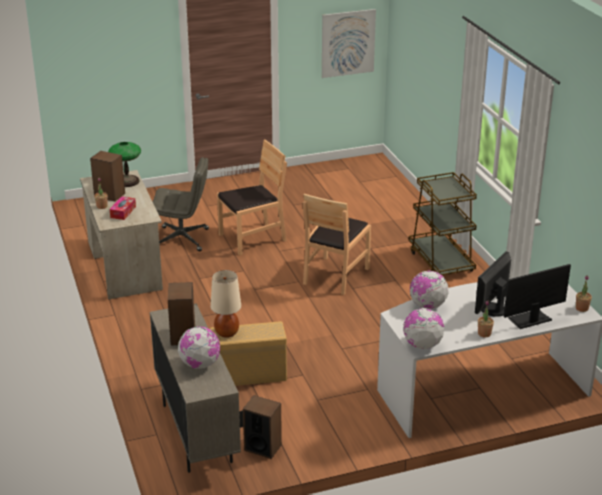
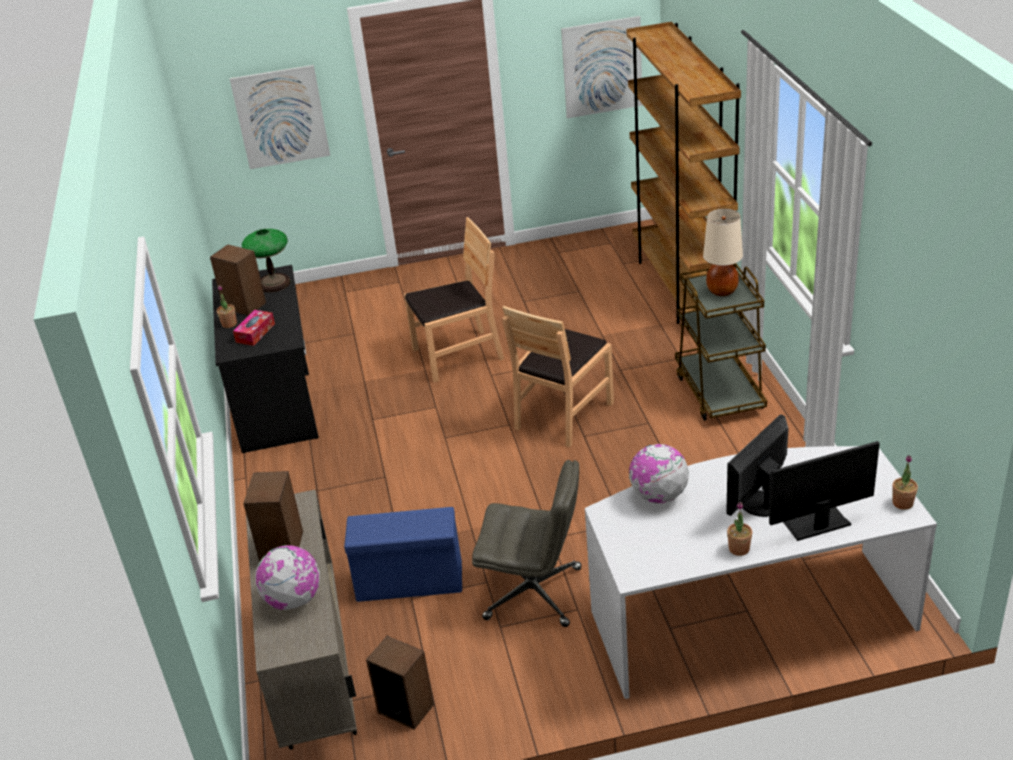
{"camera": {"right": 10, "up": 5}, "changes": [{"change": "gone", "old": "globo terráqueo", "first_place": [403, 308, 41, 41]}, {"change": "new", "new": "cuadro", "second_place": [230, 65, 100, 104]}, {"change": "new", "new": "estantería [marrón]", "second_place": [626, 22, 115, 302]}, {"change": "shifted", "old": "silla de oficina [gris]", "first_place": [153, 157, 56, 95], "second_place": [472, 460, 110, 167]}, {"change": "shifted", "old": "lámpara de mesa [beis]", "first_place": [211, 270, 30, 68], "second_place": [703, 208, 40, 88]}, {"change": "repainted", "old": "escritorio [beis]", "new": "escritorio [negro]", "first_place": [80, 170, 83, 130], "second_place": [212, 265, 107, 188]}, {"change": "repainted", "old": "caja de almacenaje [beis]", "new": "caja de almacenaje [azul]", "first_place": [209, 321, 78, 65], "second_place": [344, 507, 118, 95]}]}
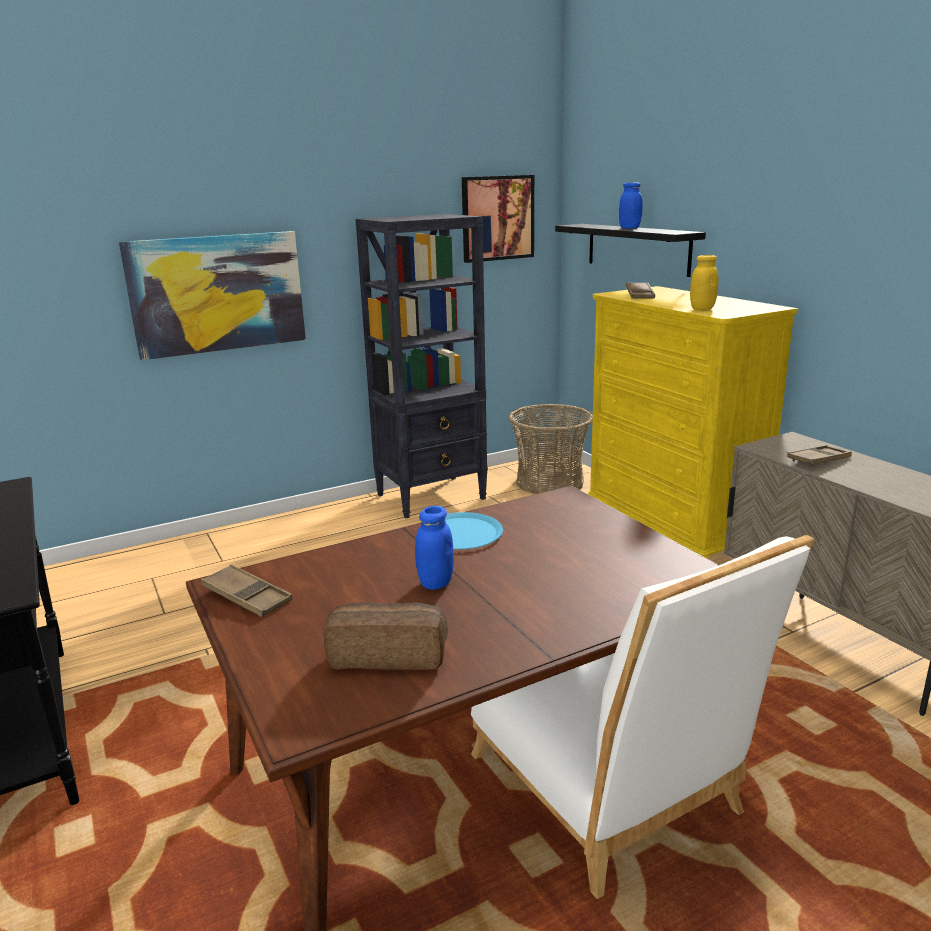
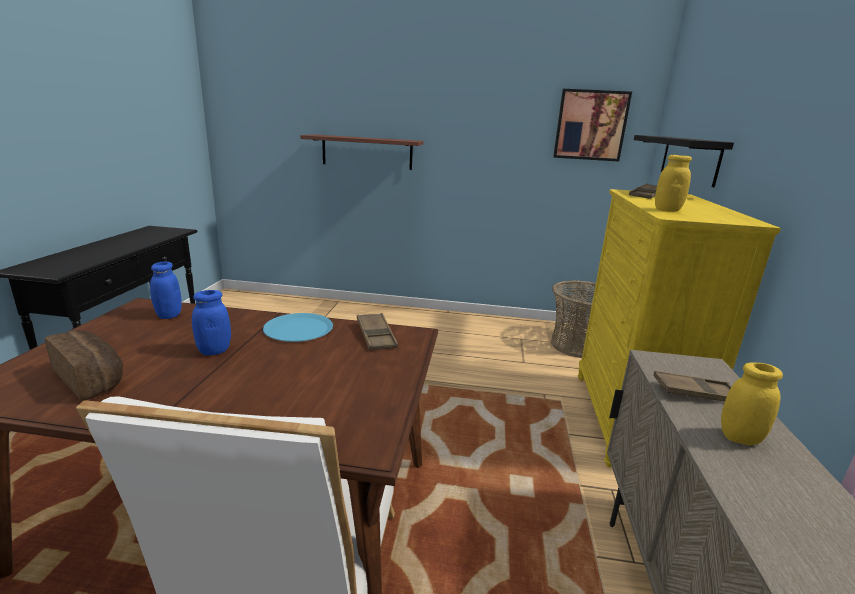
{"camera": {"right": 35, "up": 0}, "changes": [{"change": "gone", "old": "estantería [negro]", "first_place": [355, 214, 133, 305]}, {"change": "new", "new": "tarro [amarillo]", "second_place": [721, 362, 62, 84]}, {"change": "shifted", "old": "bandeja [marrón]", "first_place": [201, 564, 91, 53], "second_place": [357, 313, 41, 37]}, {"change": "shifted", "old": "tarro [azul]", "first_place": [619, 182, 24, 46], "second_place": [150, 262, 31, 57]}, {"change": "swapped", "old": "cuadro", "new": "estante", "first_place": [119, 231, 187, 129], "second_place": [300, 134, 124, 36]}]}
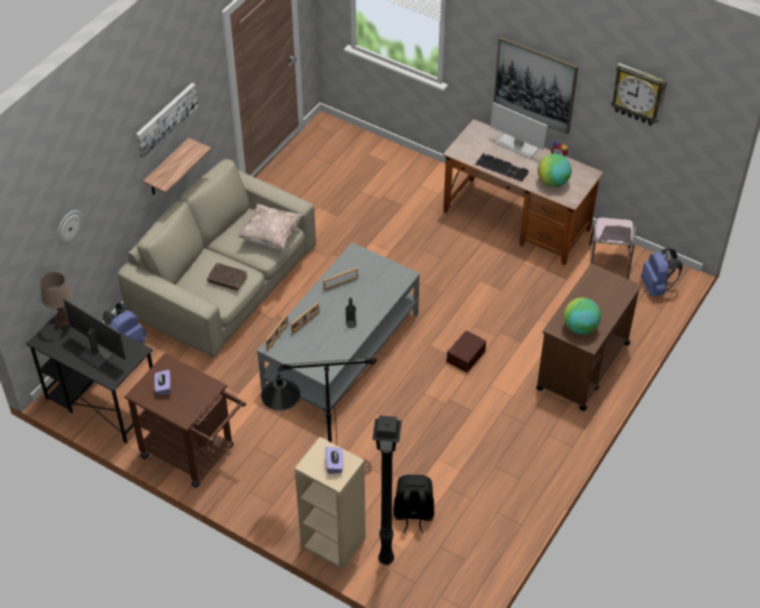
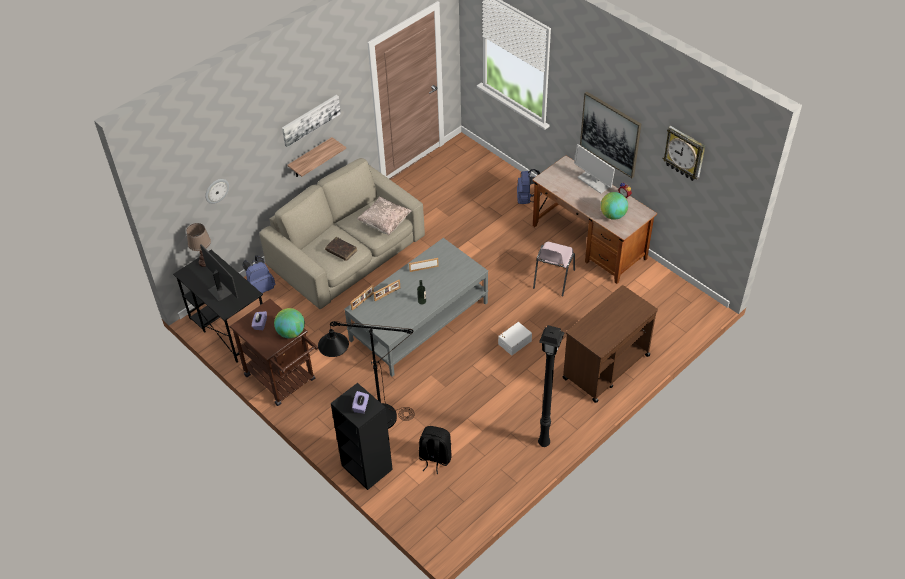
{"camera": {"right": 15, "up": 0}, "changes": [{"change": "gone", "old": "teclado", "first_place": [476, 153, 53, 29]}, {"change": "shifted", "old": "lámpara de pie [negro]", "first_place": [372, 416, 30, 149], "second_place": [538, 325, 27, 122]}, {"change": "shifted", "old": "globo terráqueo", "first_place": [564, 297, 37, 38], "second_place": [274, 308, 31, 30]}, {"change": "shifted", "old": "silla [rosa]", "first_place": [589, 218, 47, 61], "second_place": [533, 242, 42, 55]}, {"change": "shifted", "old": "mochila [azul]", "first_place": [641, 248, 42, 48], "second_place": [517, 169, 25, 35]}, {"change": "repainted", "old": "estantería [beis]", "new": "estantería [negro]", "first_place": [295, 437, 71, 133], "second_place": [331, 383, 62, 107]}, {"change": "repainted", "old": "caja de almacenaje [marrón]", "new": "caja de almacenaje [blanco]", "first_place": [447, 330, 39, 43], "second_place": [498, 322, 34, 34]}]}
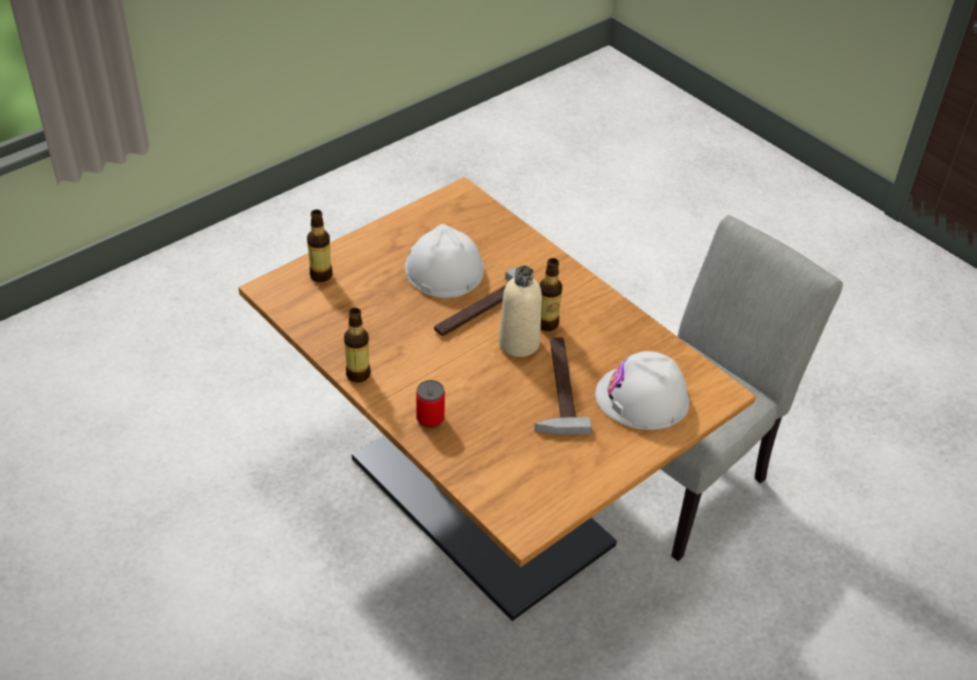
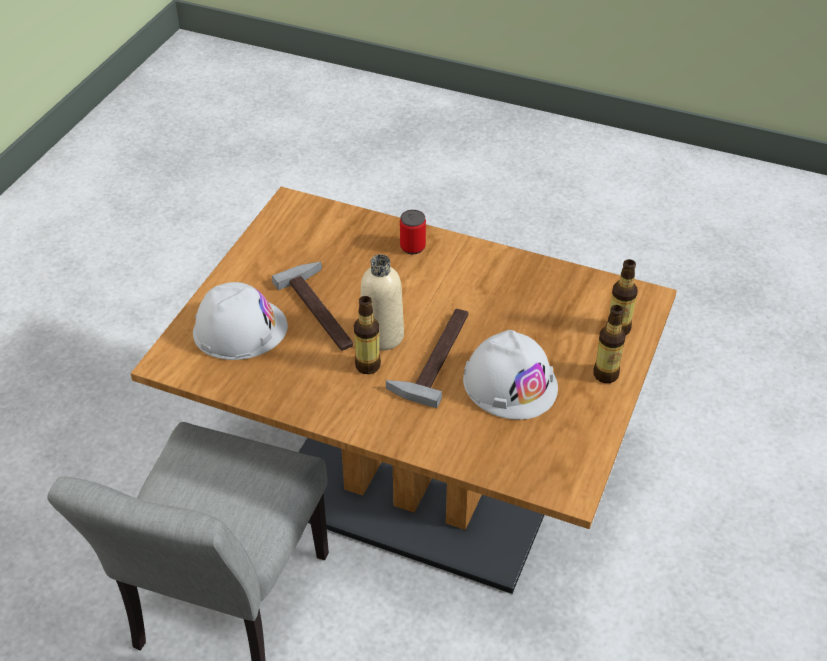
{"camera": {"right": 155, "up": 0}, "changes": [{"change": "shifted", "old": "botella", "first_place": [344, 308, 27, 75], "second_place": [593, 305, 33, 78]}]}
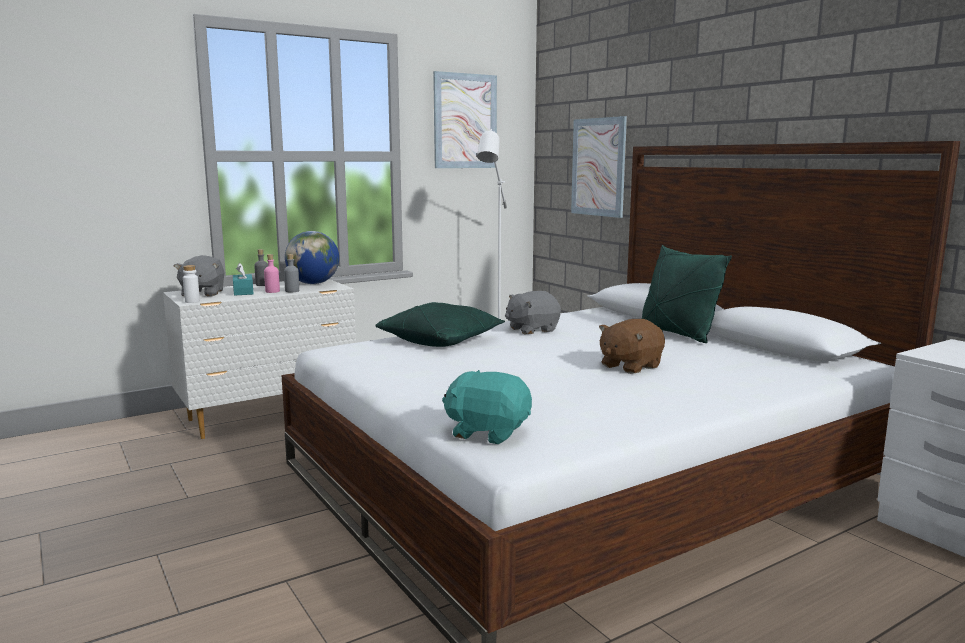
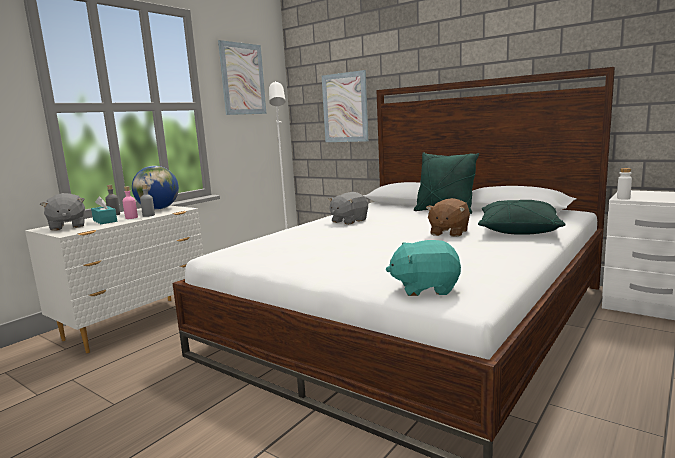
{"camera": {"right": -20, "up": 0}, "changes": [{"change": "shifted", "old": "botella [blanco]", "first_place": [183, 265, 17, 38], "second_place": [617, 168, 15, 32]}, {"change": "shifted", "old": "cojín [verde]", "first_place": [375, 302, 130, 45], "second_place": [478, 200, 88, 35]}]}
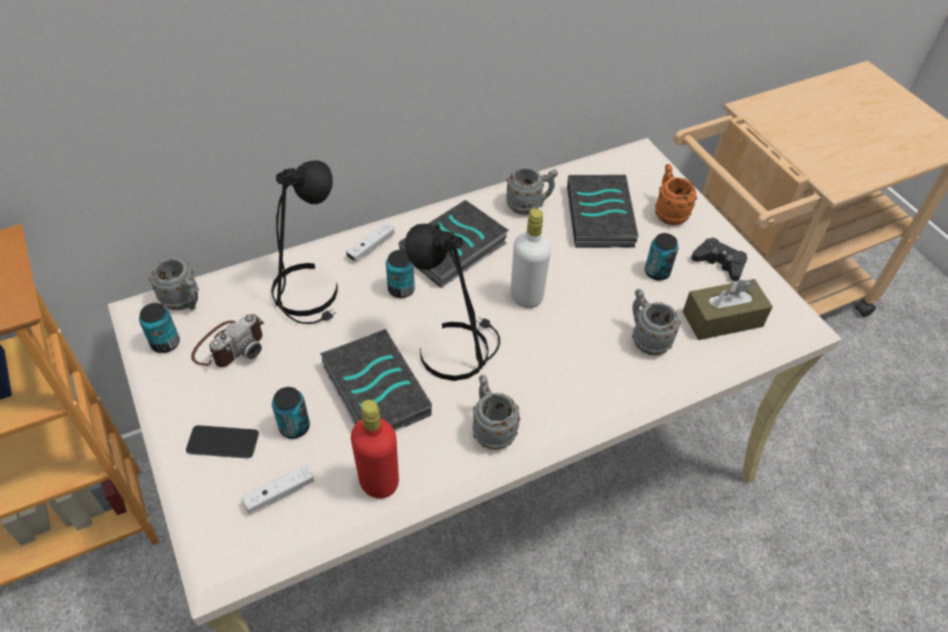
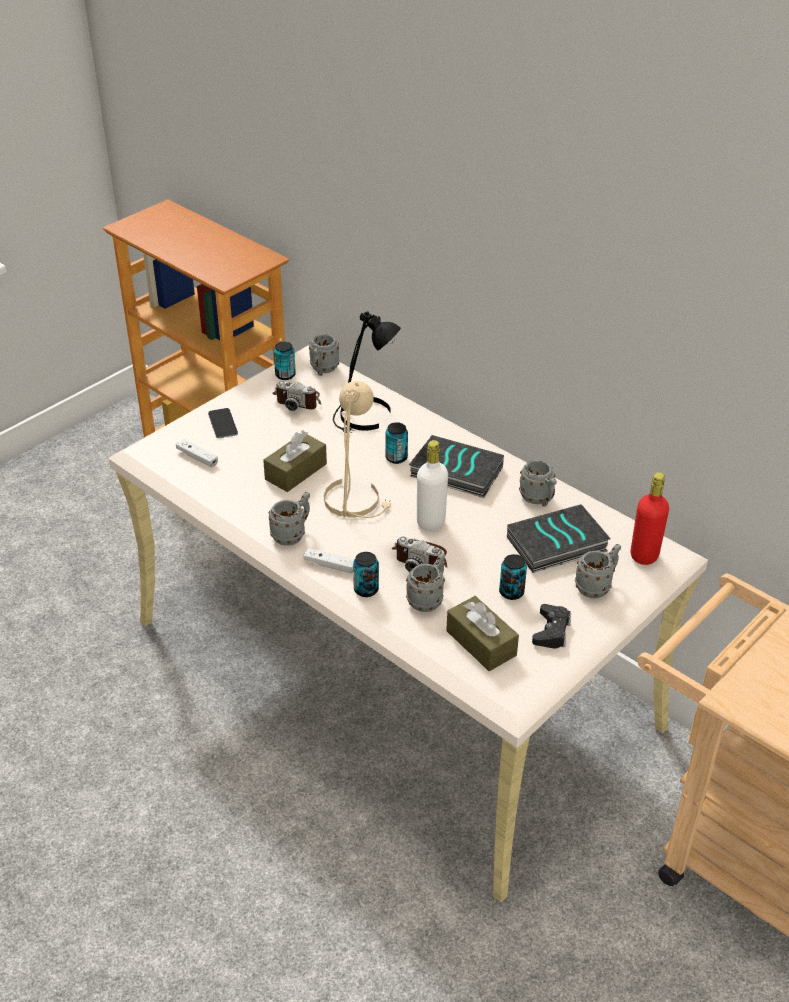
{"camera": {"right": 70, "up": -10}, "changes": [{"change": "new", "new": "cámara", "second_place": [392, 536, 55, 36]}, {"change": "shifted", "old": "lata", "first_place": [272, 387, 38, 52], "second_place": [353, 552, 26, 45]}, {"change": "shifted", "old": "mando de consola [blanco]", "first_place": [346, 222, 48, 39], "second_place": [304, 548, 50, 25]}, {"change": "shifted", "old": "botella [rojo]", "first_place": [351, 400, 48, 98], "second_place": [631, 472, 38, 93]}, {"change": "swapped", "old": "libro", "new": "caja de pañuelos [marrón]", "first_place": [320, 329, 112, 103], "second_place": [263, 430, 64, 62]}, {"change": "repainted", "old": "lámpara de mesa [negro]", "new": "lámpara de mesa [beis]", "first_place": [405, 224, 95, 157], "second_place": [324, 381, 67, 137]}, {"change": "repainted", "old": "taza grande [naranja]", "new": "taza grande [gris]", "first_place": [655, 164, 42, 62], "second_place": [575, 544, 46, 54]}]}
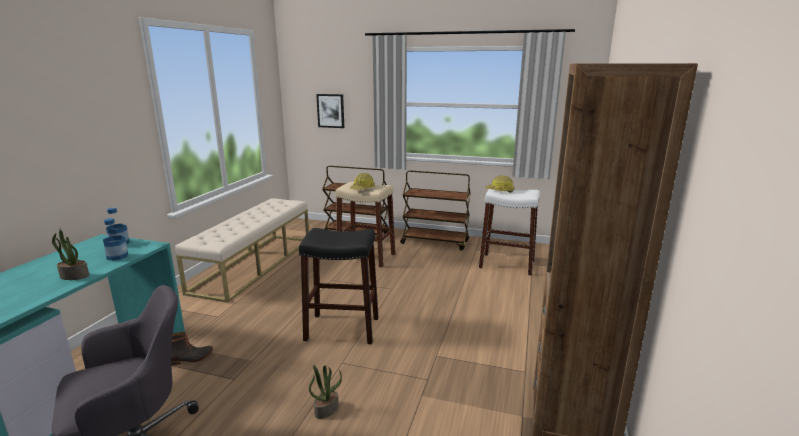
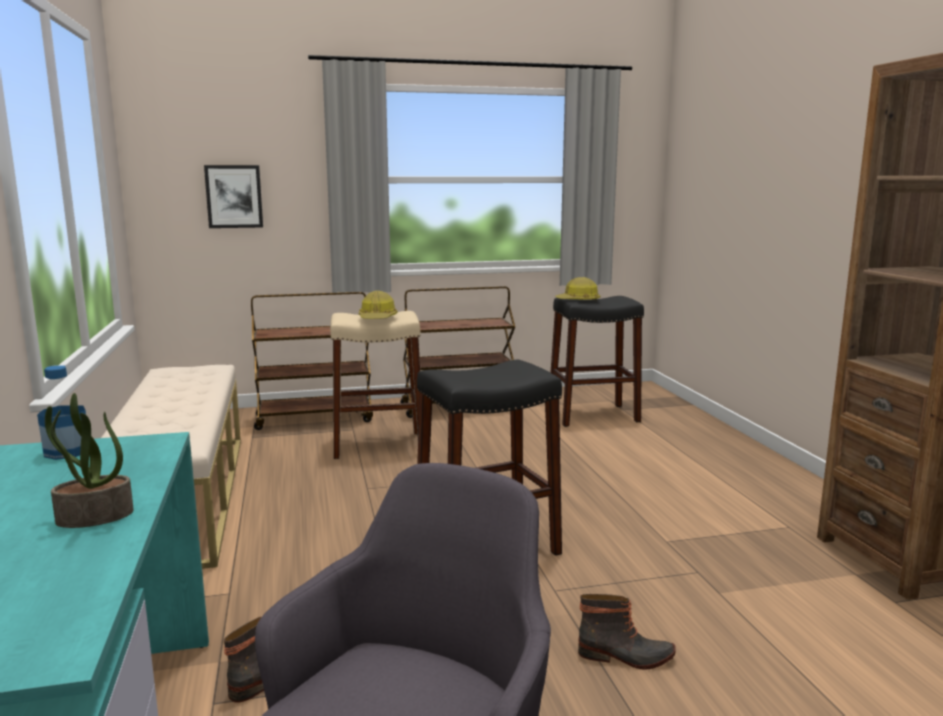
{"camera": {"right": -30, "up": -5}, "changes": [{"change": "gone", "old": "botella", "first_place": [103, 218, 25, 43]}, {"change": "swapped", "old": "planta en maceta", "new": "bota", "first_place": [309, 365, 33, 54], "second_place": [578, 594, 98, 76]}, {"change": "repainted", "old": "taburete [blanco]", "new": "taburete [negro]", "first_place": [479, 189, 61, 86], "second_place": [550, 296, 94, 131]}]}
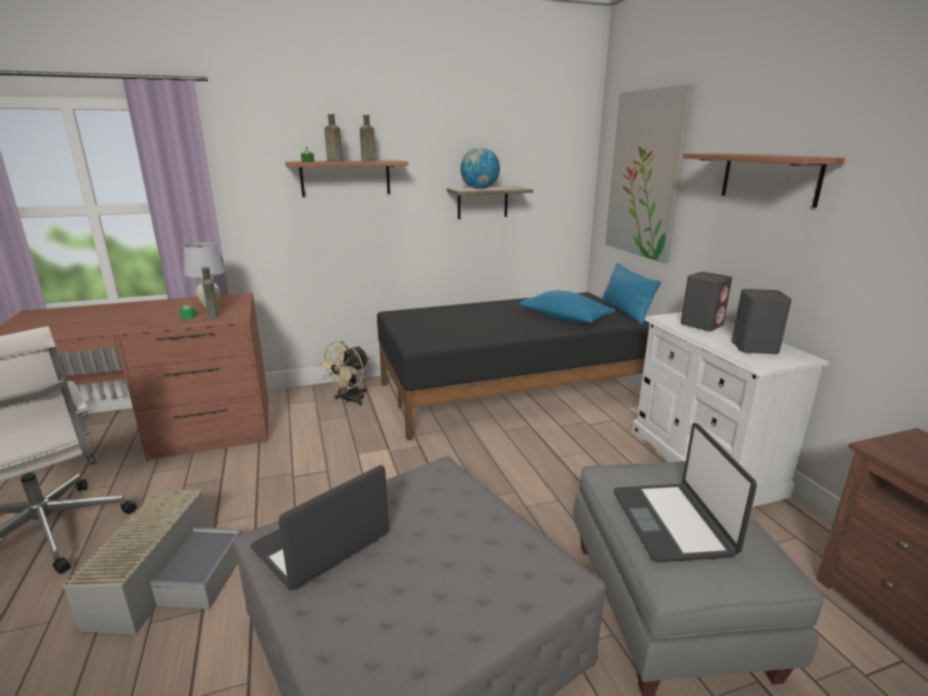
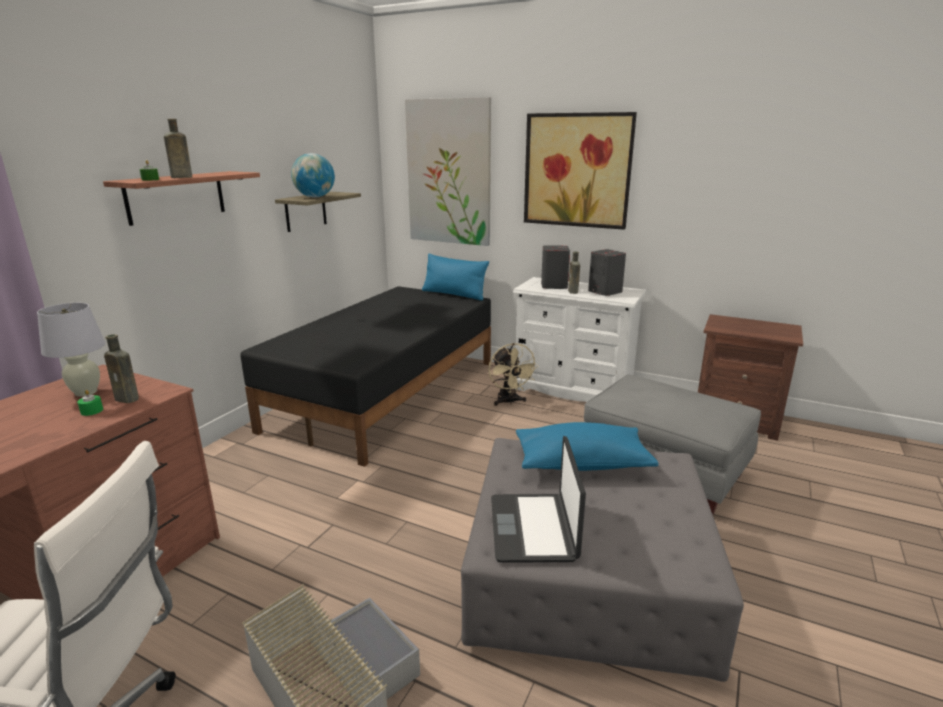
{"camera": {"right": -45, "up": 0}, "changes": [{"change": "gone", "old": "portátil", "first_place": [614, 423, 143, 139]}, {"change": "shifted", "old": "ventilador [beis]", "first_place": [318, 341, 51, 65], "second_place": [488, 343, 51, 63]}, {"change": "shifted", "old": "botella [marrón]", "first_place": [360, 115, 15, 46], "second_place": [568, 251, 12, 43]}, {"change": "shifted", "old": "cojín [azul]", "first_place": [519, 290, 96, 33], "second_place": [516, 422, 142, 49]}, {"change": "swapped", "old": "estante", "new": "cuadro", "first_place": [683, 153, 162, 55], "second_place": [524, 112, 113, 118]}]}
